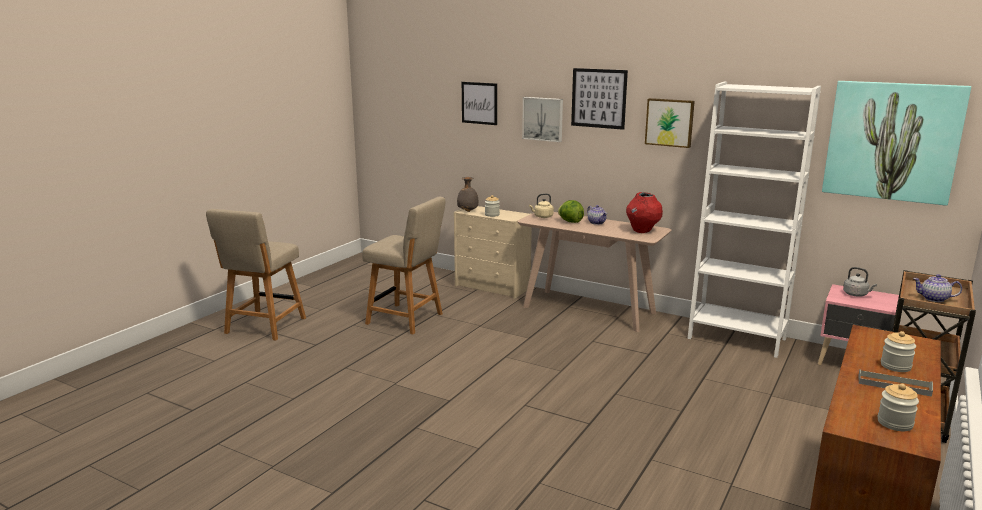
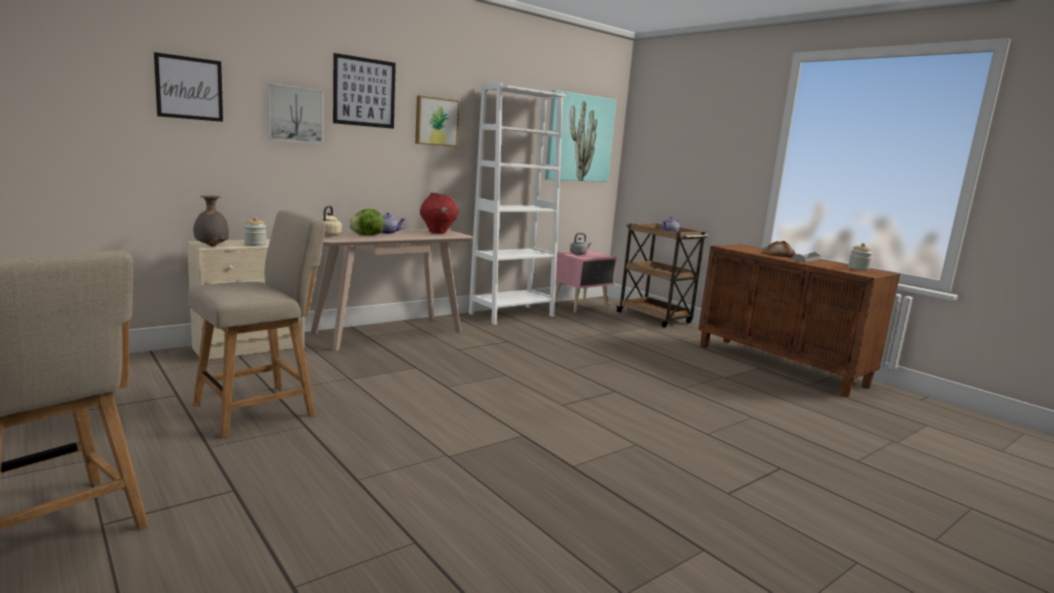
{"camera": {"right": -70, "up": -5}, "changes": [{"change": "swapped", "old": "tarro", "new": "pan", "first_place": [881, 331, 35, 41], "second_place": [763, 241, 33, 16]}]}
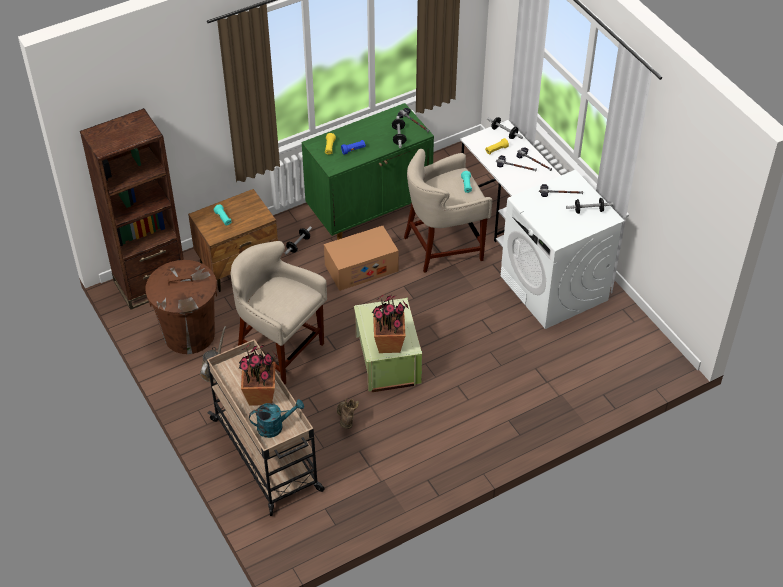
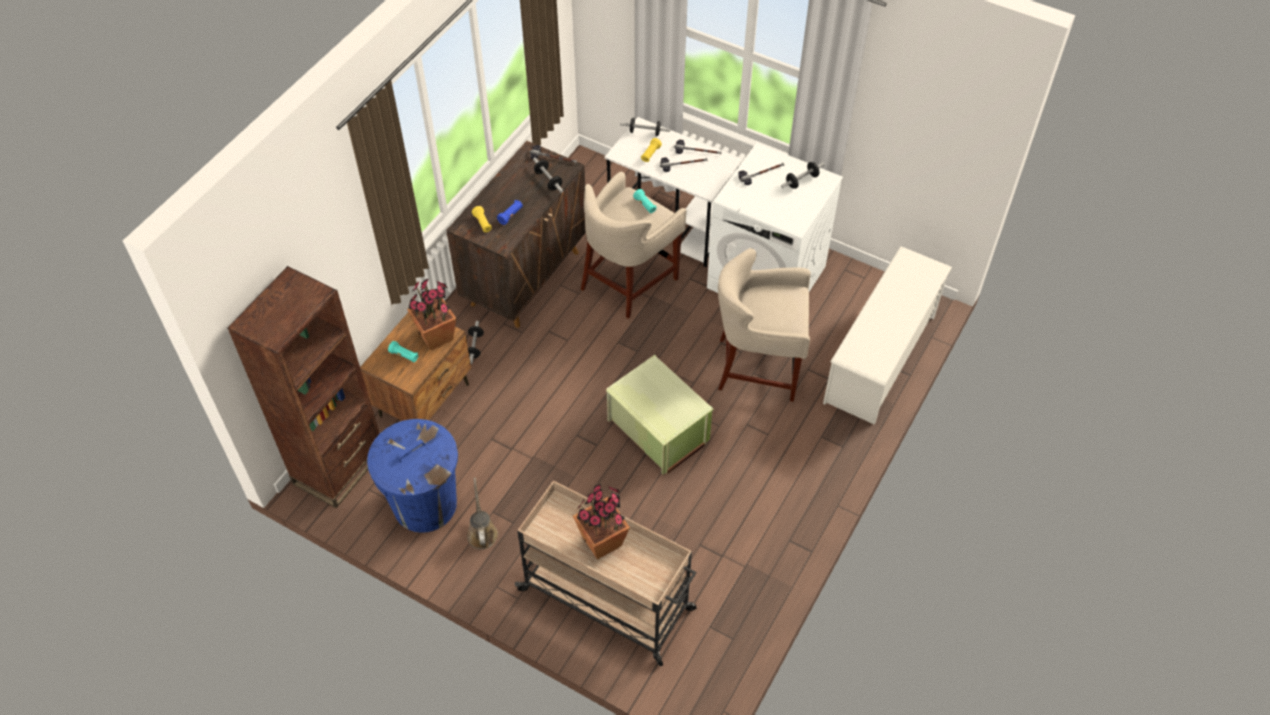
{"camera": {"right": -30, "up": 5}, "changes": [{"change": "gone", "old": "regadera [turquesa]", "first_place": [249, 399, 55, 39]}, {"change": "gone", "old": "caja de cartón", "first_place": [324, 226, 75, 65]}, {"change": "gone", "old": "bota [marrón]", "first_place": [337, 398, 22, 31]}, {"change": "new", "new": "zapatero [blanco]", "second_place": [823, 246, 129, 179]}, {"change": "shifted", "old": "taburete [beis]", "first_place": [231, 241, 96, 144], "second_place": [718, 248, 93, 154]}, {"change": "shifted", "old": "planta en maceta", "first_place": [372, 294, 38, 59], "second_place": [407, 278, 49, 72]}, {"change": "repainted", "old": "papelera [marrón]", "new": "papelera [azul]", "first_place": [146, 260, 71, 94], "second_place": [367, 419, 91, 114]}, {"change": "repainted", "old": "armario [verde]", "new": "armario [marrón]", "first_place": [302, 103, 132, 137], "second_place": [446, 141, 140, 187]}]}
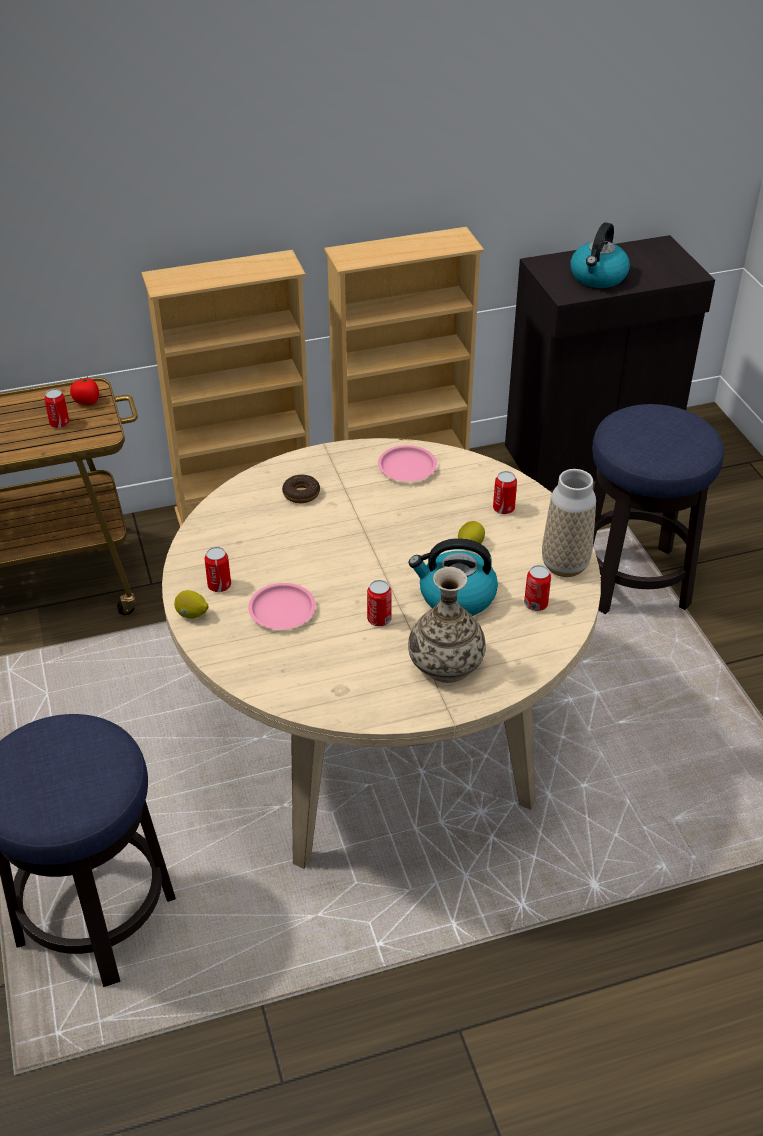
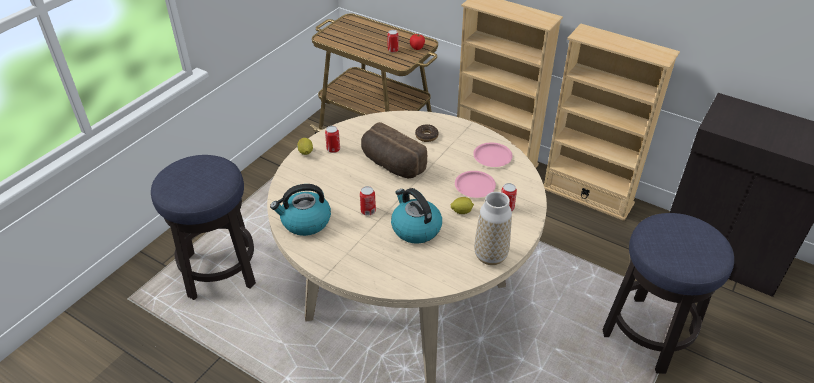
{"camera": {"right": 50, "up": 0}, "changes": [{"change": "gone", "old": "florero", "first_place": [408, 567, 78, 116]}, {"change": "gone", "old": "lata", "first_place": [524, 565, 27, 46]}, {"change": "new", "new": "pan", "second_place": [361, 122, 66, 56]}, {"change": "shifted", "old": "plato [rosa]", "first_place": [248, 583, 68, 46], "second_place": [455, 171, 41, 27]}, {"change": "shifted", "old": "hervidor", "first_place": [570, 222, 60, 66], "second_place": [270, 184, 61, 52]}]}
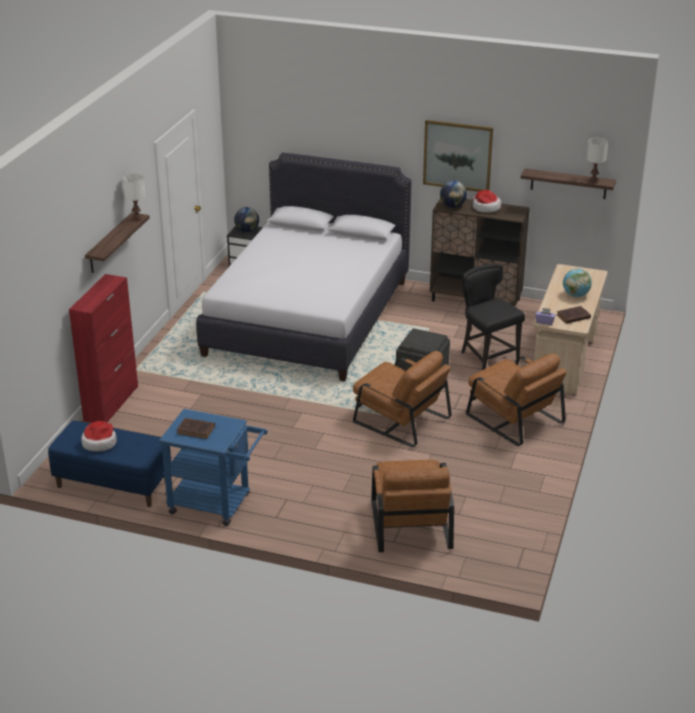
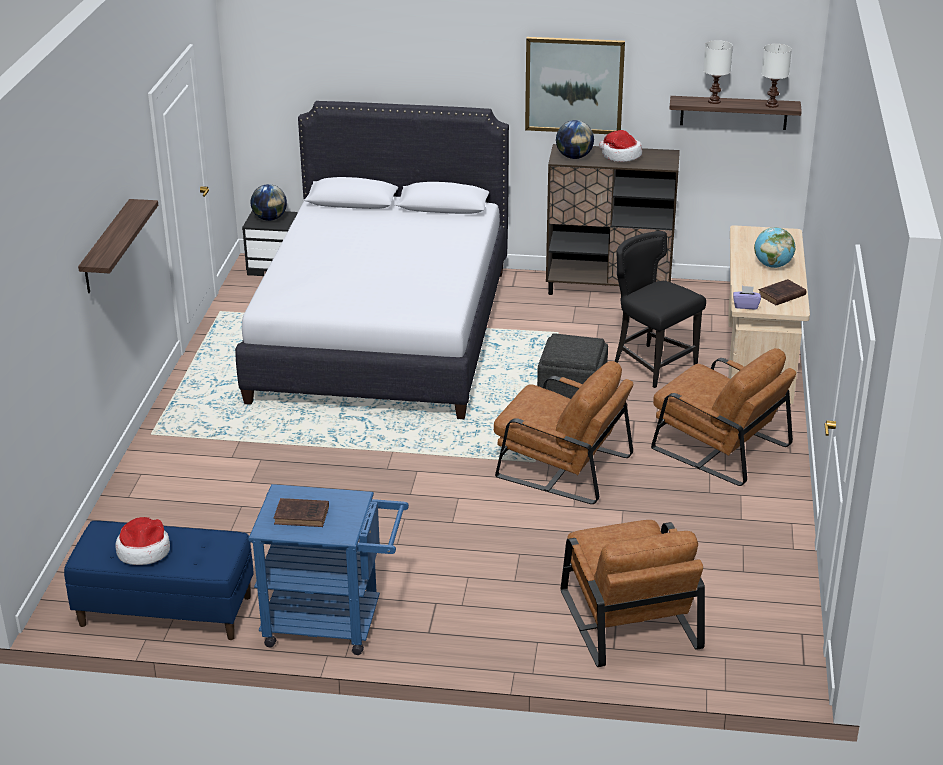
{"camera": {"right": -10, "up": 0}, "changes": [{"change": "gone", "old": "armario [rojo]", "first_place": [69, 274, 69, 149]}, {"change": "shifted", "old": "lámpara de mesa [blanco]", "first_place": [122, 173, 23, 48], "second_place": [703, 40, 30, 64]}]}
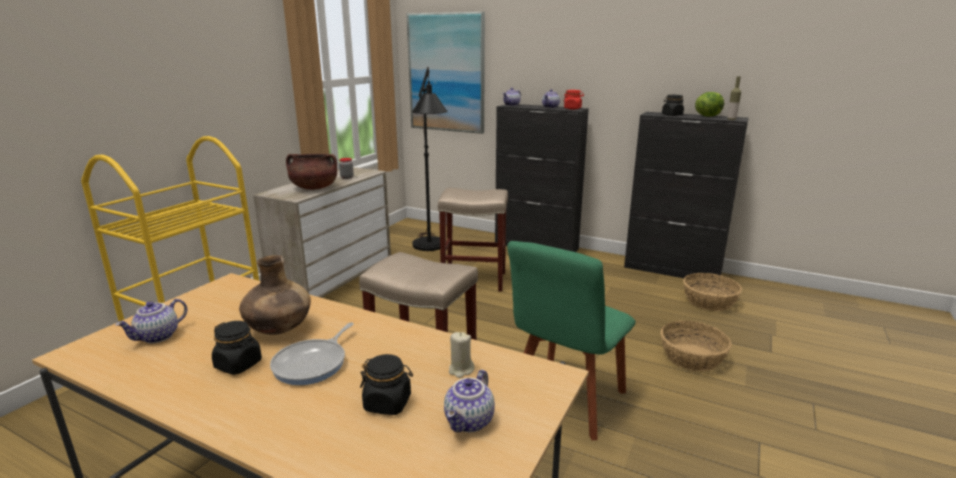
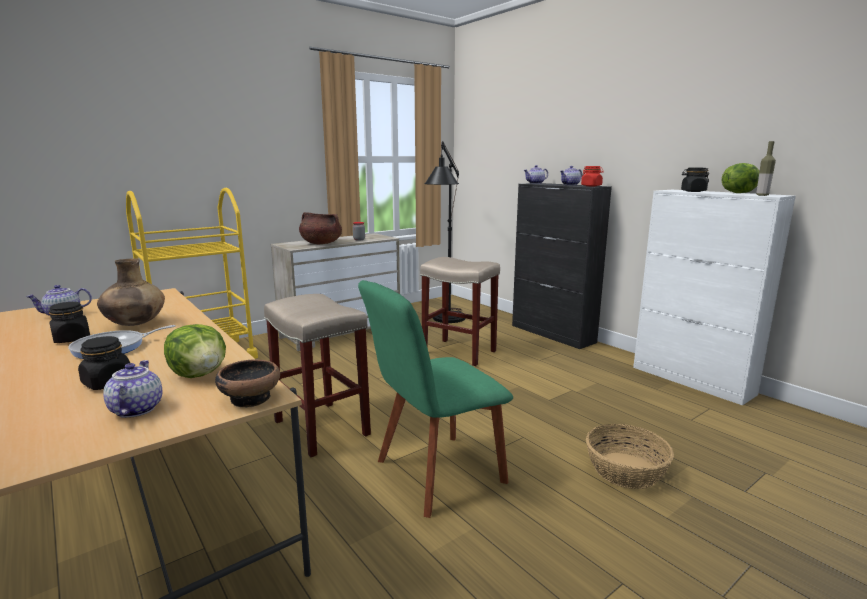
{"camera": {"right": 25, "up": -5}, "changes": [{"change": "gone", "old": "cuadro", "first_place": [406, 12, 79, 122]}, {"change": "gone", "old": "cesta", "first_place": [683, 273, 59, 38]}, {"change": "new", "new": "cuenco", "second_place": [215, 360, 65, 48]}, {"change": "swapped", "old": "vela [beis]", "new": "lechuga", "first_place": [449, 332, 25, 46], "second_place": [164, 324, 62, 54]}, {"change": "repainted", "old": "armario [negro]", "new": "armario [blanco]", "first_place": [624, 112, 125, 170], "second_place": [633, 190, 163, 216]}, {"change": "rotated", "old": "tetera", "first_place": [444, 370, 51, 62], "second_place": [103, 360, 59, 58], "degrees": 120}]}
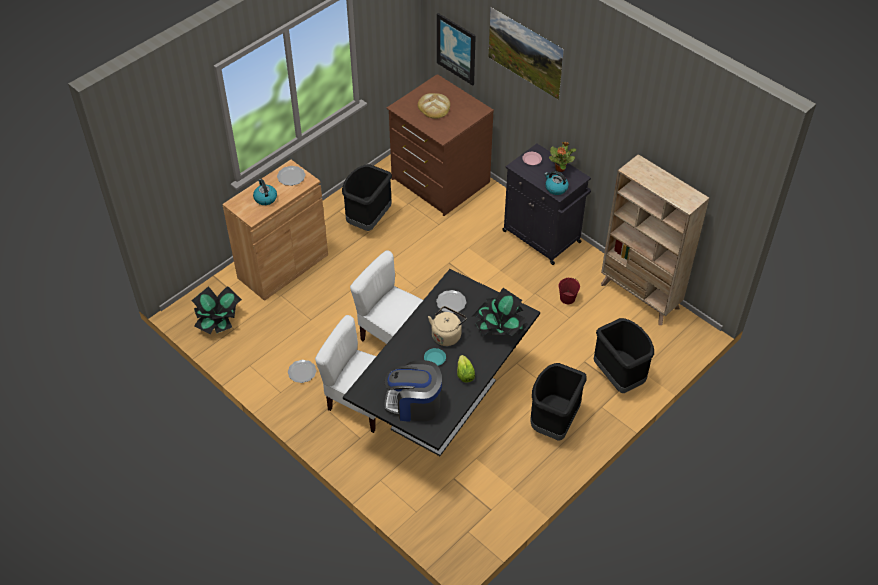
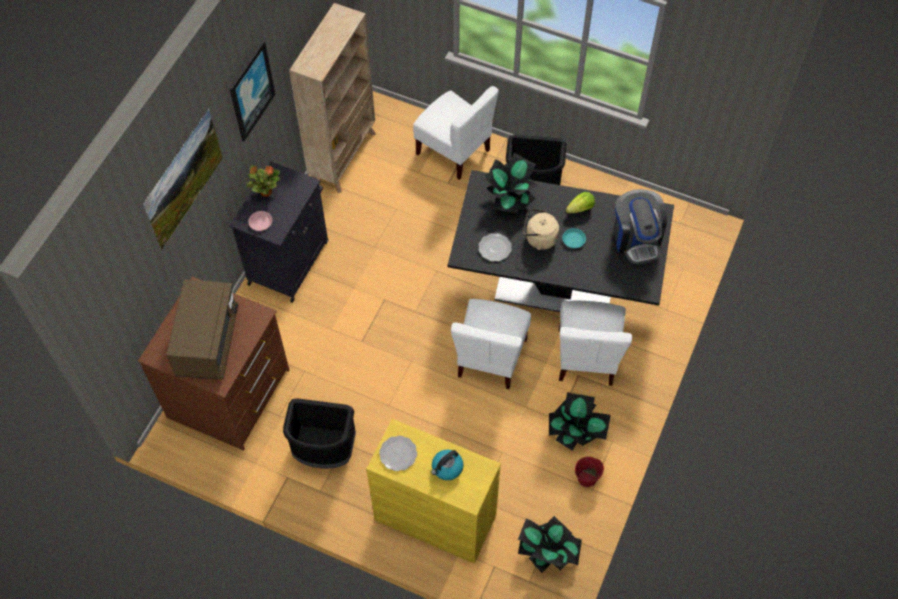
{"camera": {"right": -110, "up": 10}, "changes": [{"change": "gone", "old": "hervidor", "first_place": [544, 171, 25, 24]}, {"change": "shifted", "old": "cuadro", "first_place": [437, 13, 39, 73], "second_place": [230, 41, 46, 100]}, {"change": "shifted", "old": "cubo [rojo]", "first_place": [558, 278, 22, 26], "second_place": [575, 457, 29, 30]}, {"change": "swapped", "old": "plato", "new": "planta en maceta", "first_place": [288, 360, 28, 23], "second_place": [549, 392, 62, 59]}, {"change": "swapped", "old": "pan", "new": "microondas [marrón]", "first_place": [418, 93, 32, 26], "second_place": [166, 280, 72, 99]}, {"change": "swapped", "old": "papelera [negro]", "new": "silla [blanco]", "first_place": [594, 318, 60, 75], "second_place": [413, 86, 86, 94]}, {"change": "repainted", "old": "armario [marrón]", "new": "armario [amarillo]", "first_place": [222, 160, 106, 141], "second_place": [366, 419, 135, 145]}]}
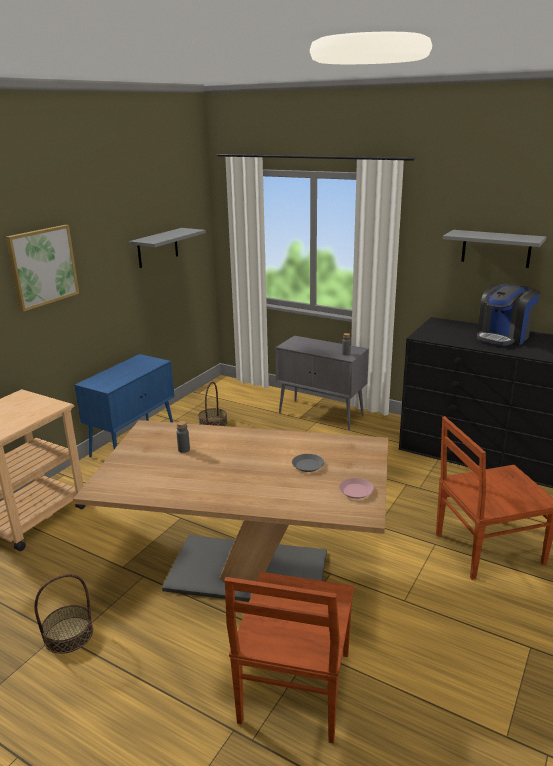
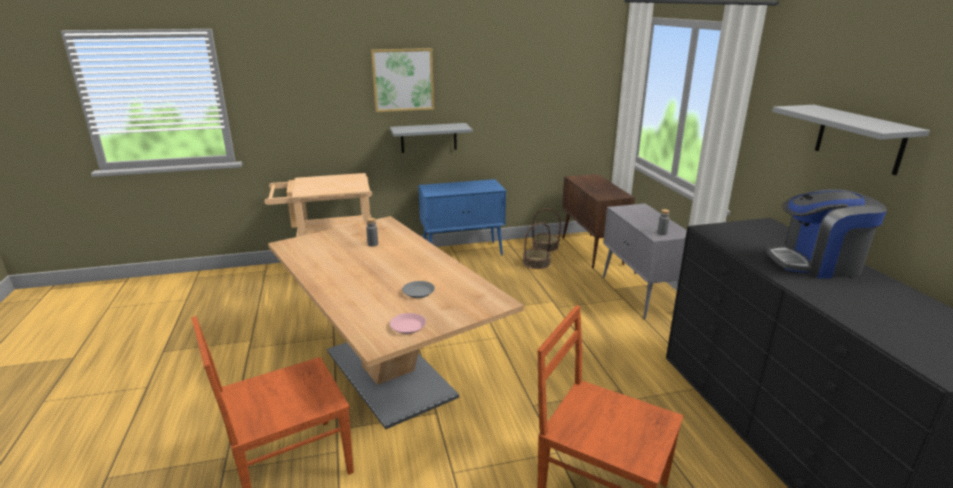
{"camera": {"right": 45, "up": 0}, "changes": [{"change": "new", "new": "armario [marrón]", "second_place": [562, 174, 73, 95]}, {"change": "shifted", "old": "cesta", "first_place": [34, 574, 59, 80], "second_place": [532, 208, 29, 44]}, {"change": "shifted", "old": "estante [gris]", "first_place": [129, 228, 77, 40], "second_place": [390, 123, 83, 30]}]}
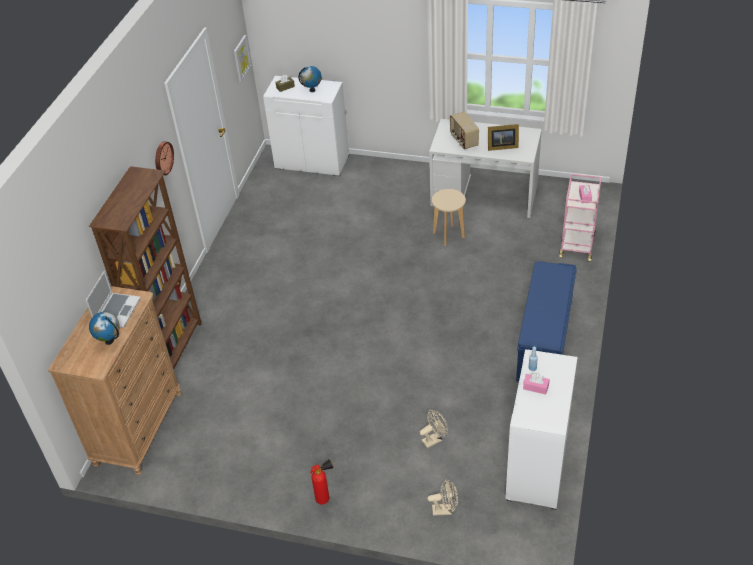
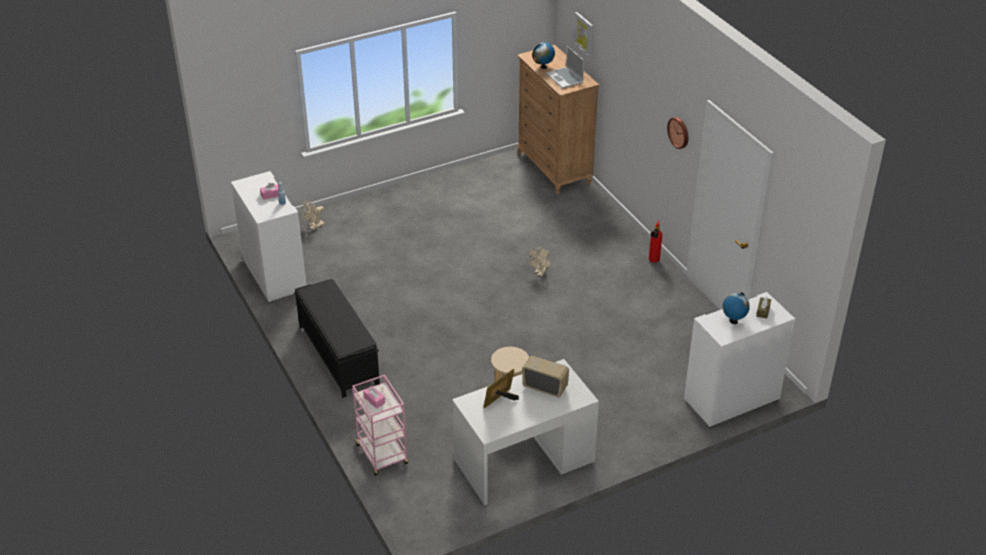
{"camera": {"right": 135, "up": -5}, "changes": [{"change": "gone", "old": "estantería [marrón]", "first_place": [89, 166, 113, 204]}, {"change": "shifted", "old": "cuadro", "first_place": [234, 35, 17, 47], "second_place": [574, 12, 19, 45]}, {"change": "shifted", "old": "extintor", "first_place": [310, 459, 23, 45], "second_place": [649, 220, 13, 43]}, {"change": "shifted", "old": "ventilador [beis]", "first_place": [419, 409, 29, 39], "second_place": [527, 247, 25, 29]}, {"change": "repainted", "old": "banco [azul]", "new": "banco [negro]", "first_place": [516, 261, 61, 121], "second_place": [294, 279, 86, 119]}]}
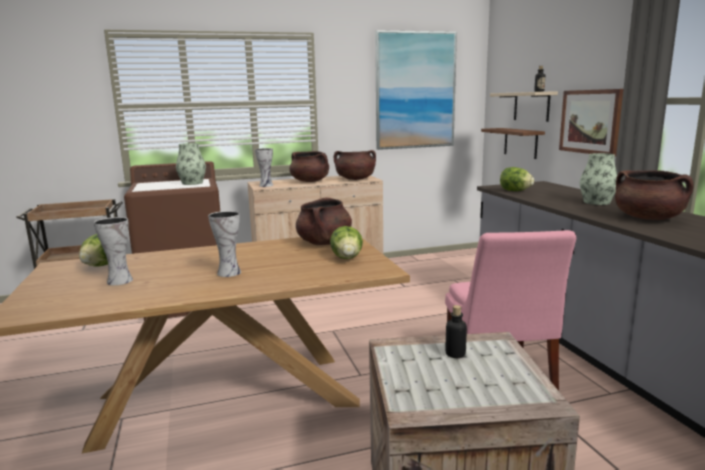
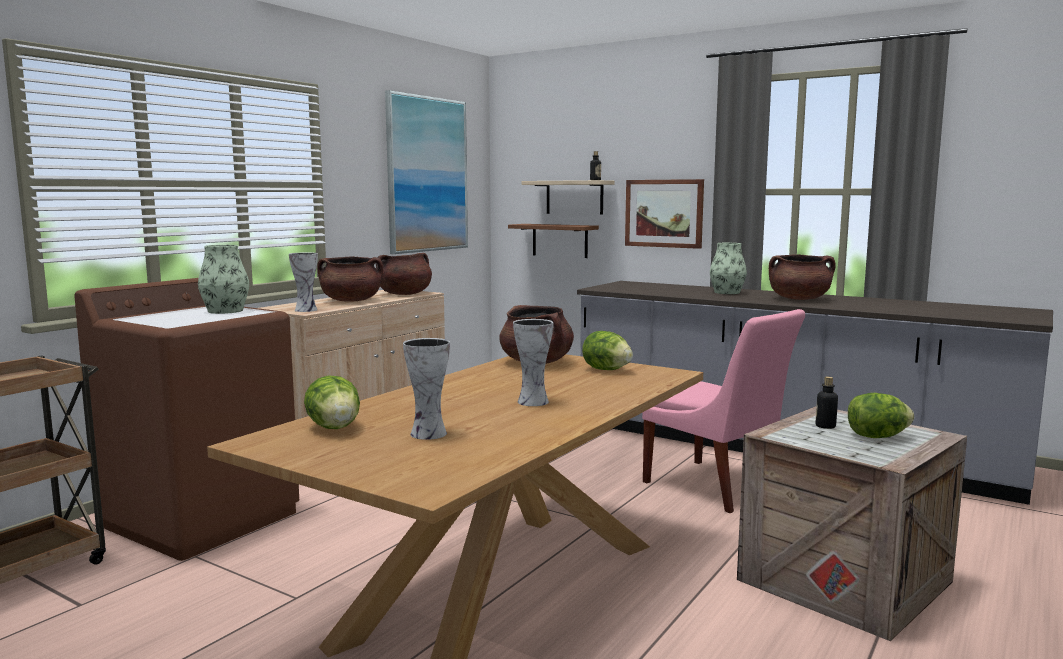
{"camera": {"right": -40, "up": -5}, "changes": [{"change": "shifted", "old": "lechuga", "first_place": [500, 167, 34, 24], "second_place": [848, 393, 66, 45]}]}
